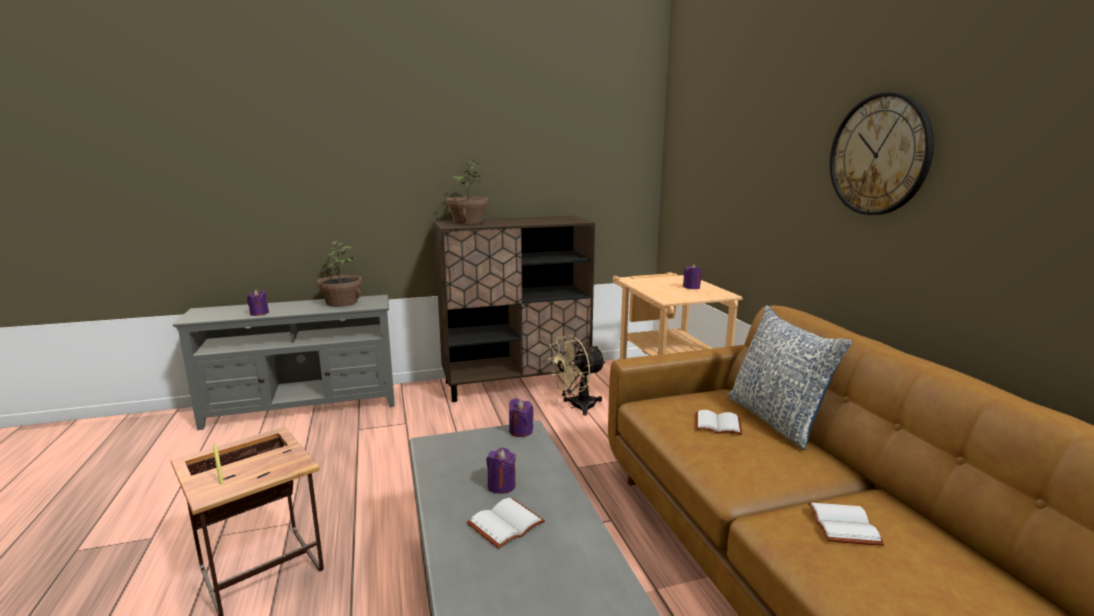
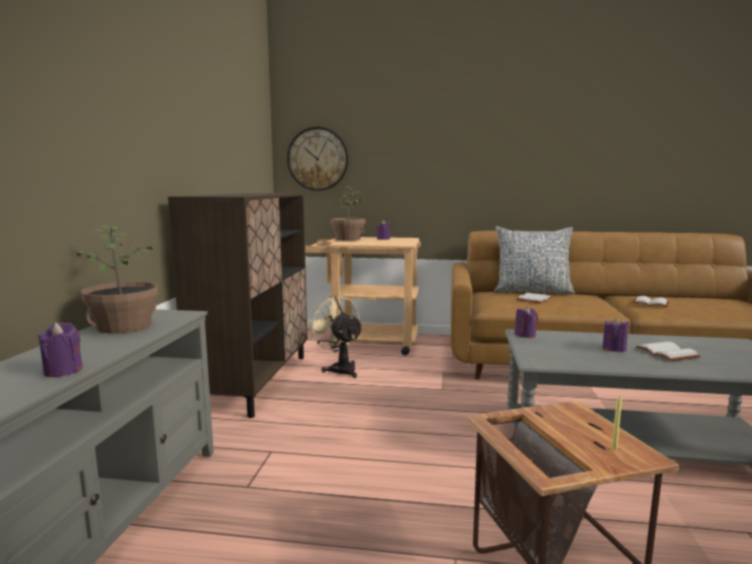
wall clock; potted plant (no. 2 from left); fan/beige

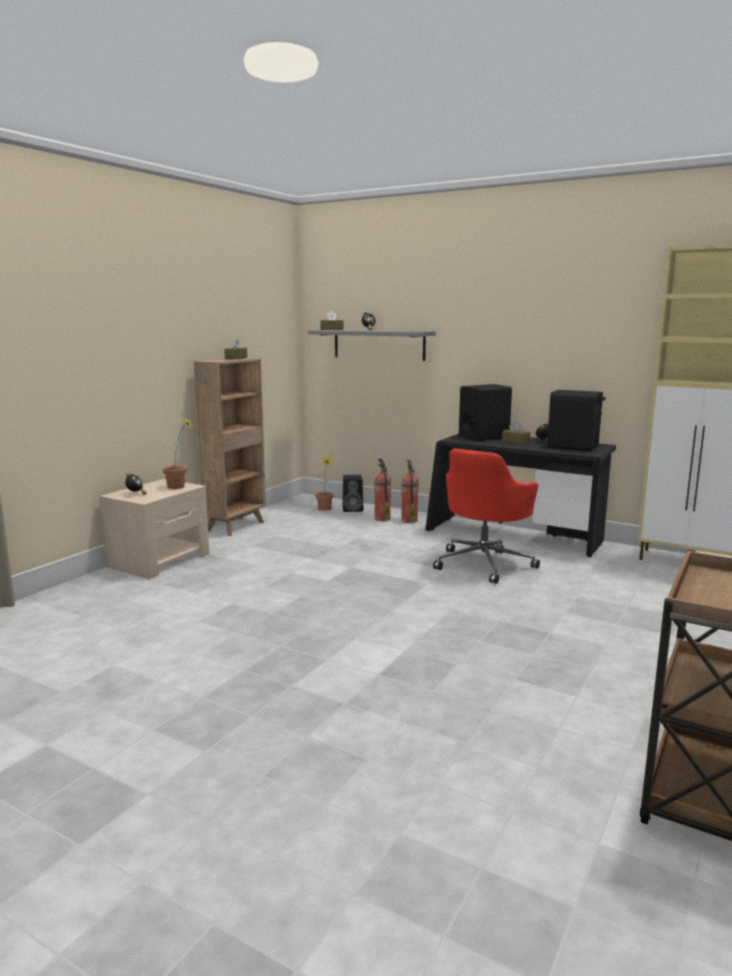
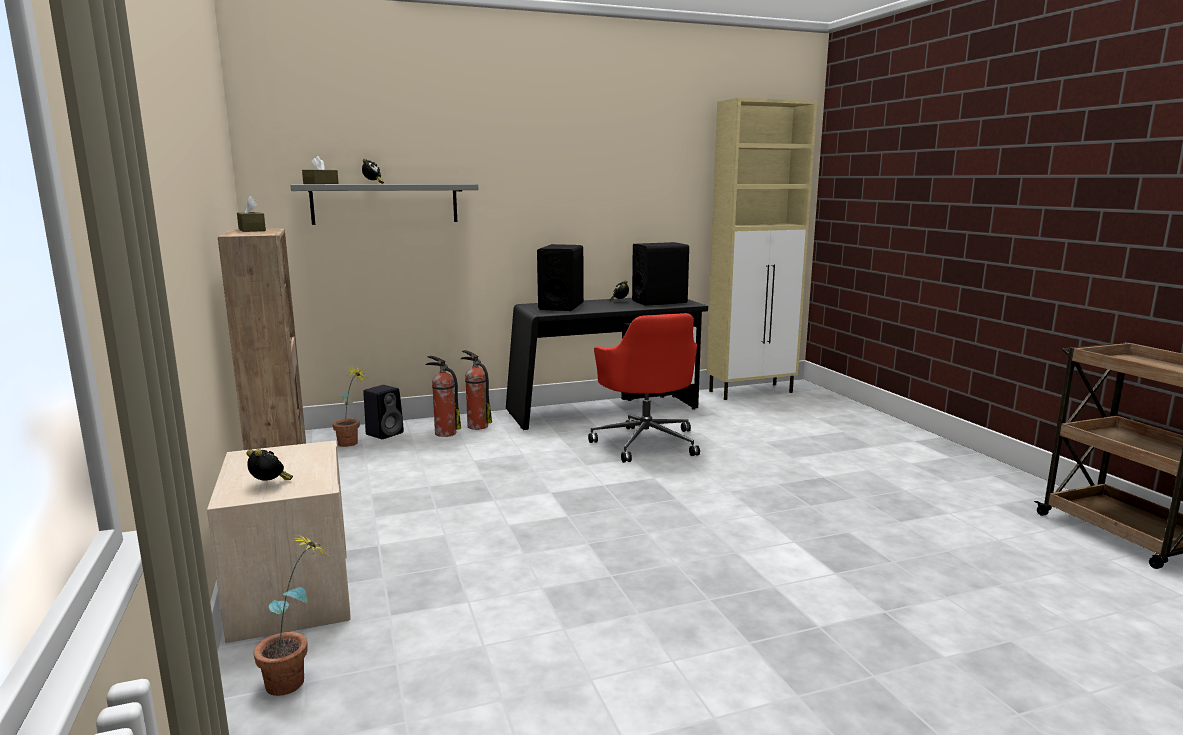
potted plant (no. 1 from left); tissue box/brown (no. 3 from left in the first image)

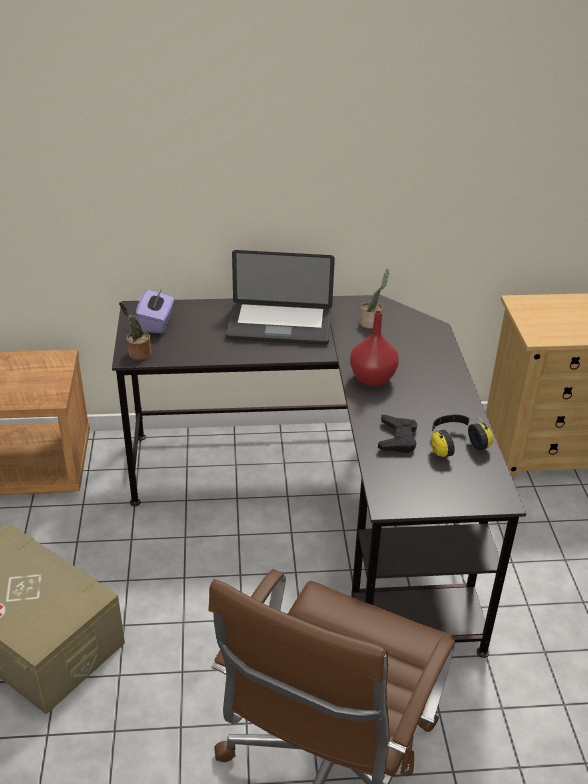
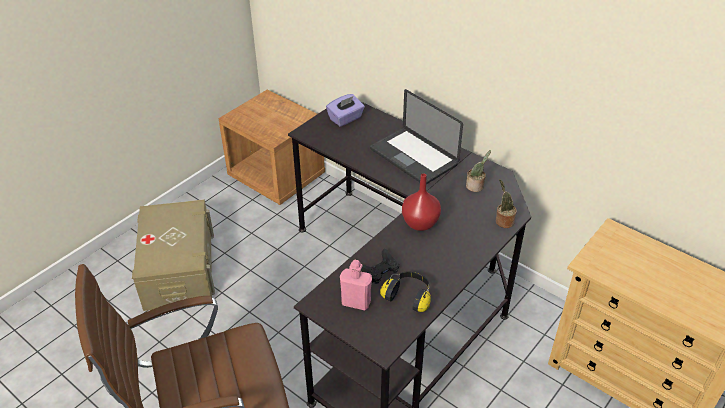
potted plant (no. 2 from left); bottle/pink

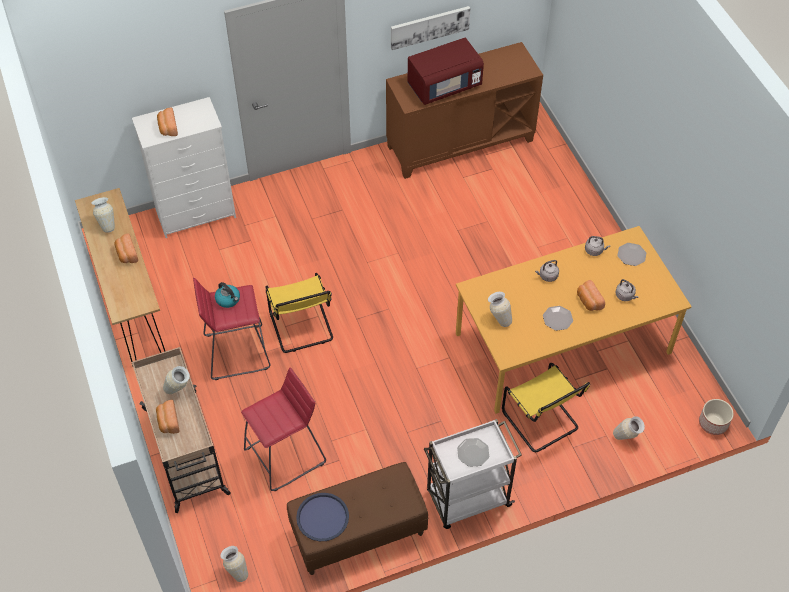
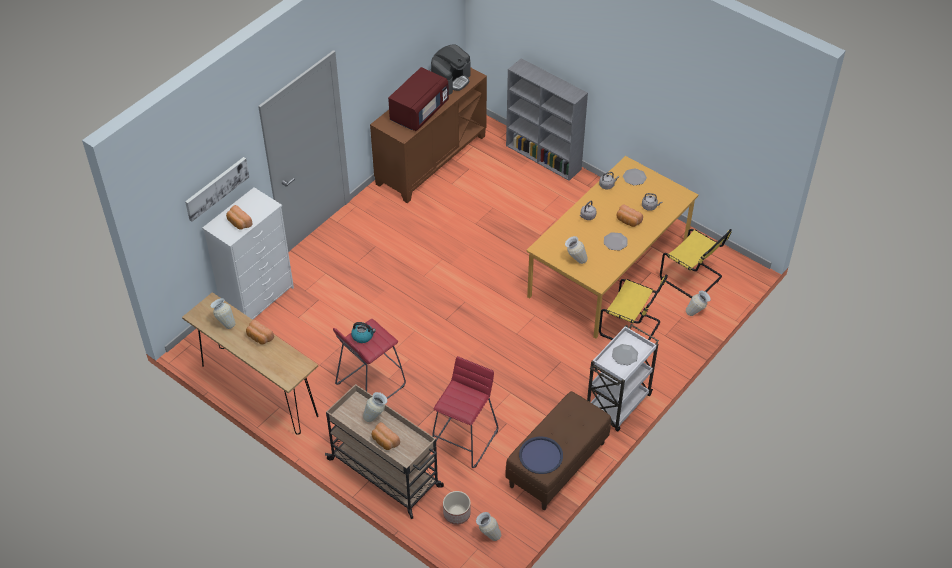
picture; chair/yellow (no. 2 from left); planter; coffee machine; bookcase/grey

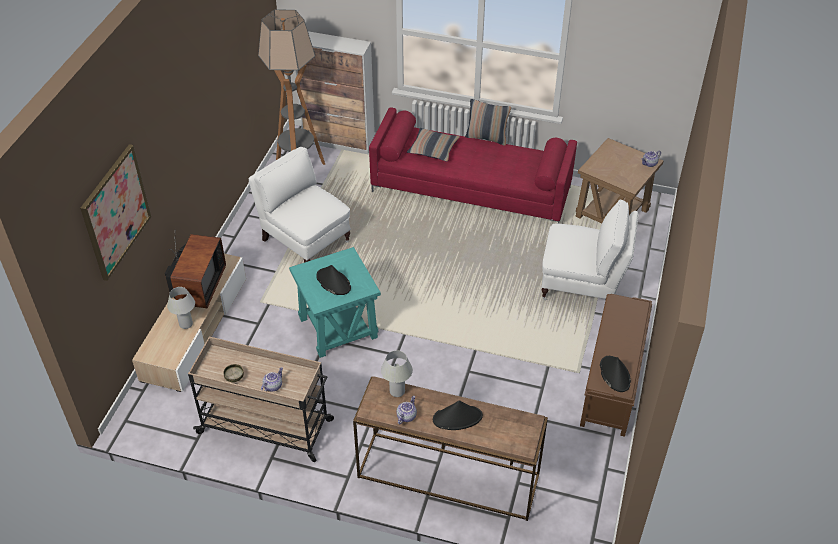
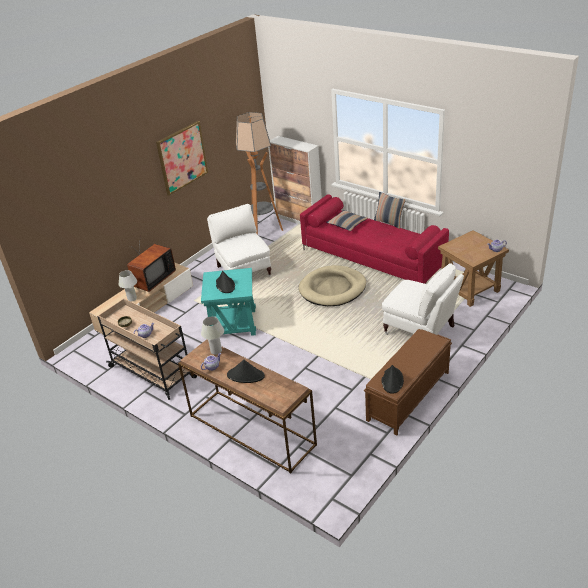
picture; dog bed/beige

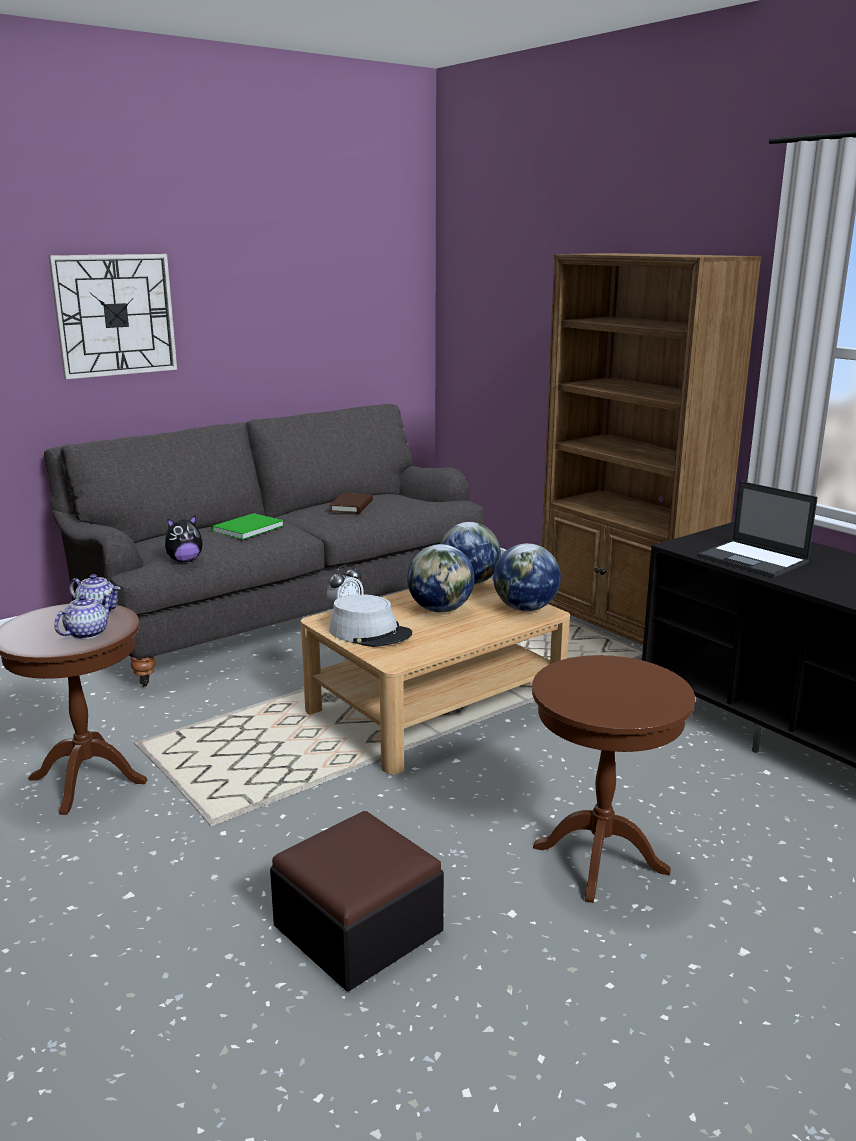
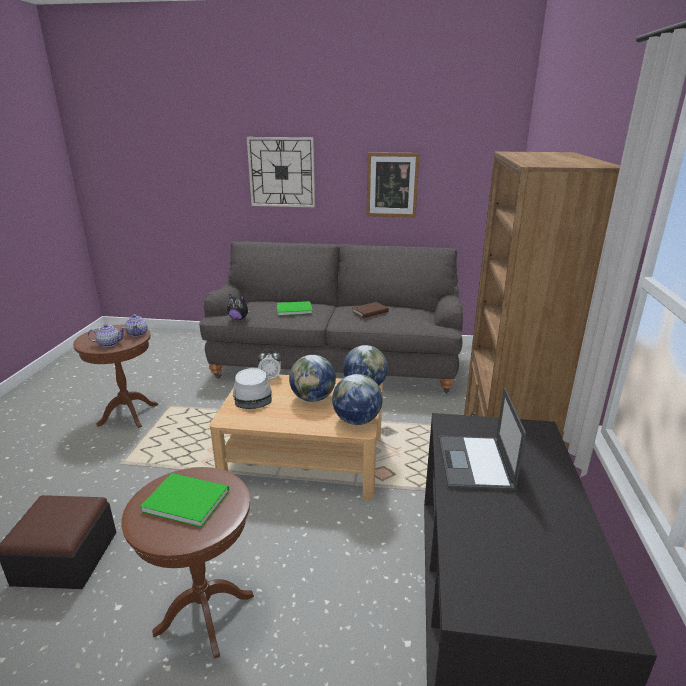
picture; book/green (no. 1 from left)

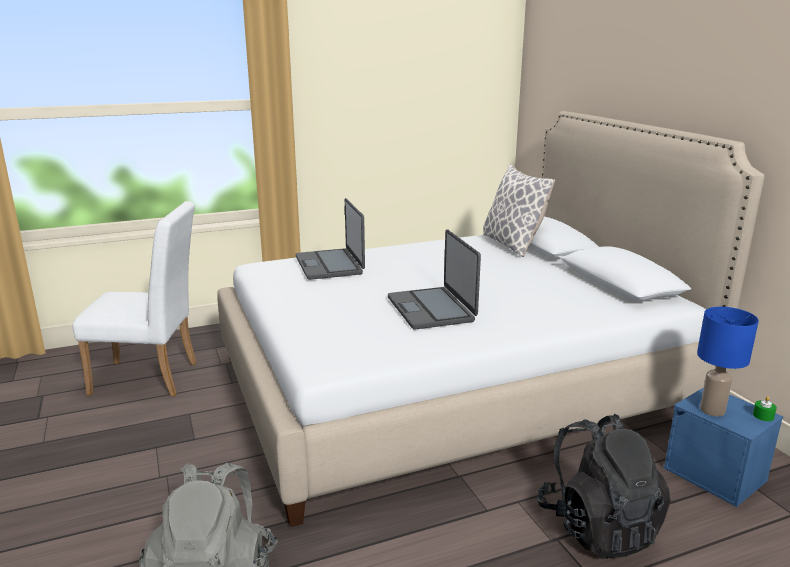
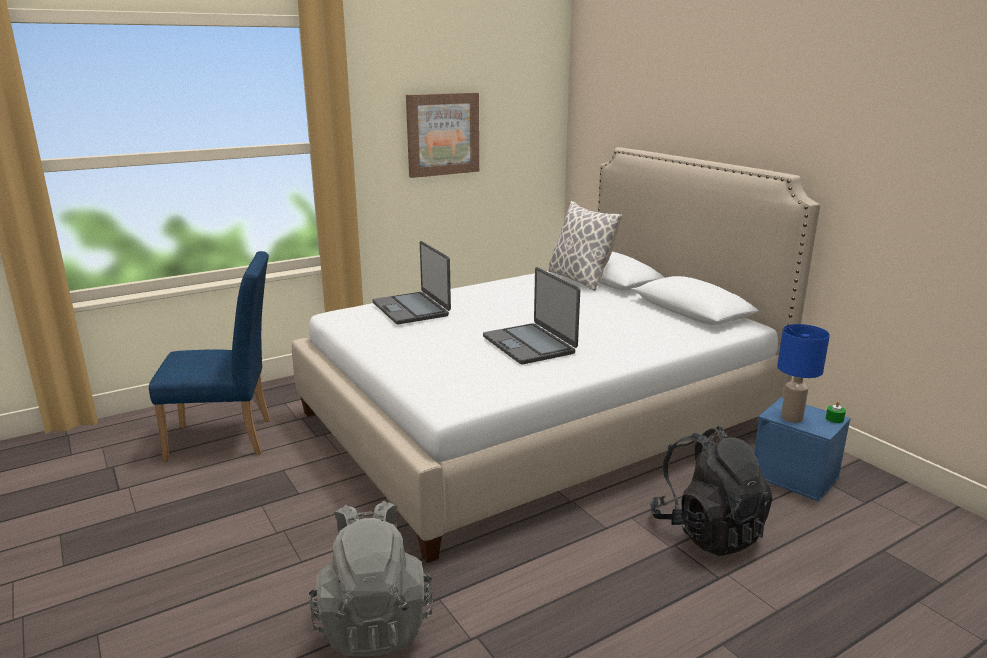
chair/blue; picture

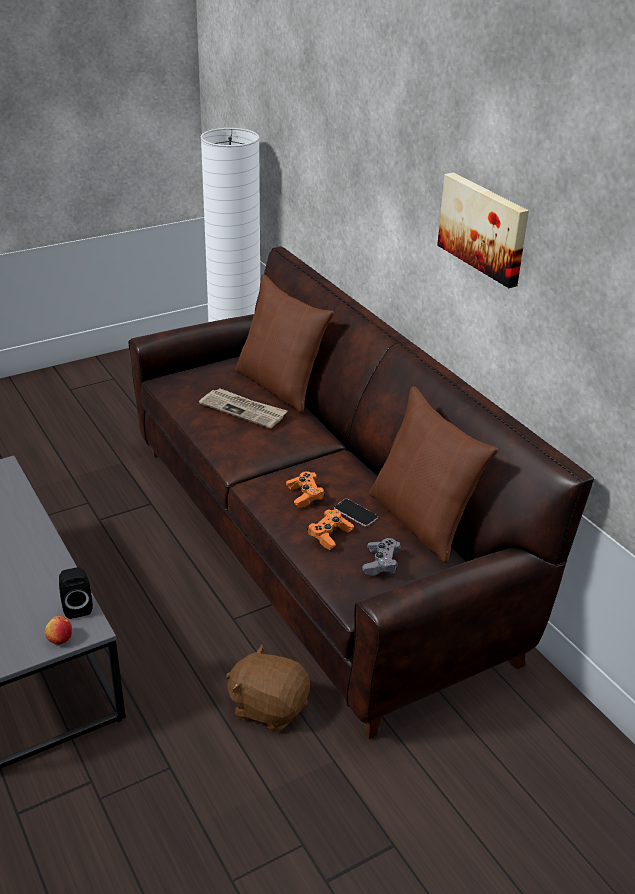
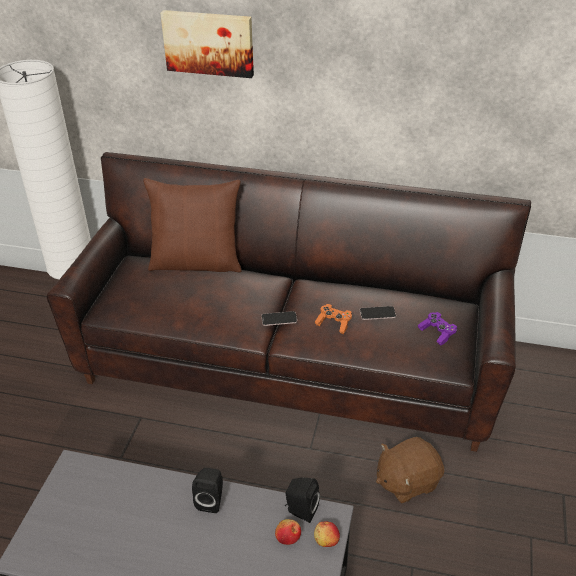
picture; pillow/brown (no. 2 from left in the first image); newspaper; game controller/orange (no. 2 from left in the first image); game controller/purple; phone (no. 1 from left); speaker/black (no. 1 from left); apple (no. 1 from left)

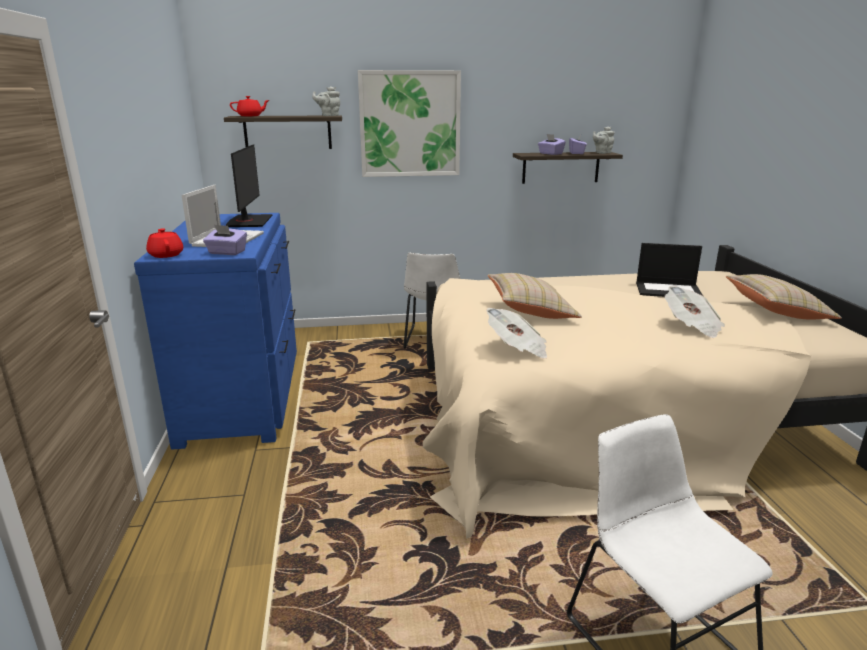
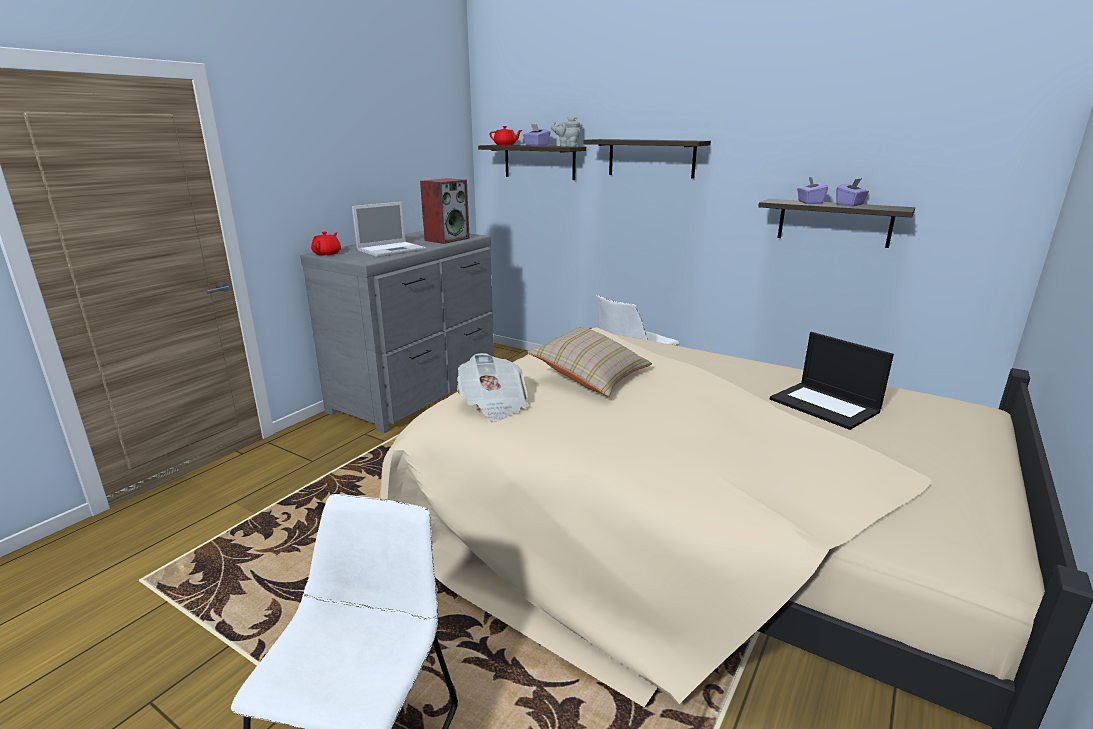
shelf (no. 2 from left); teapot/grey (no. 2 from left in the first image); speaker; dresser/grey; tissue box/purple (no. 1 from left); pillow/beige (no. 2 from left in the first image); newspaper (no. 2 from left in the first image)

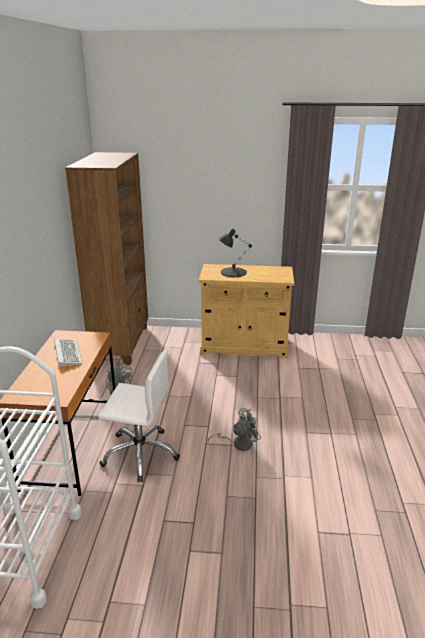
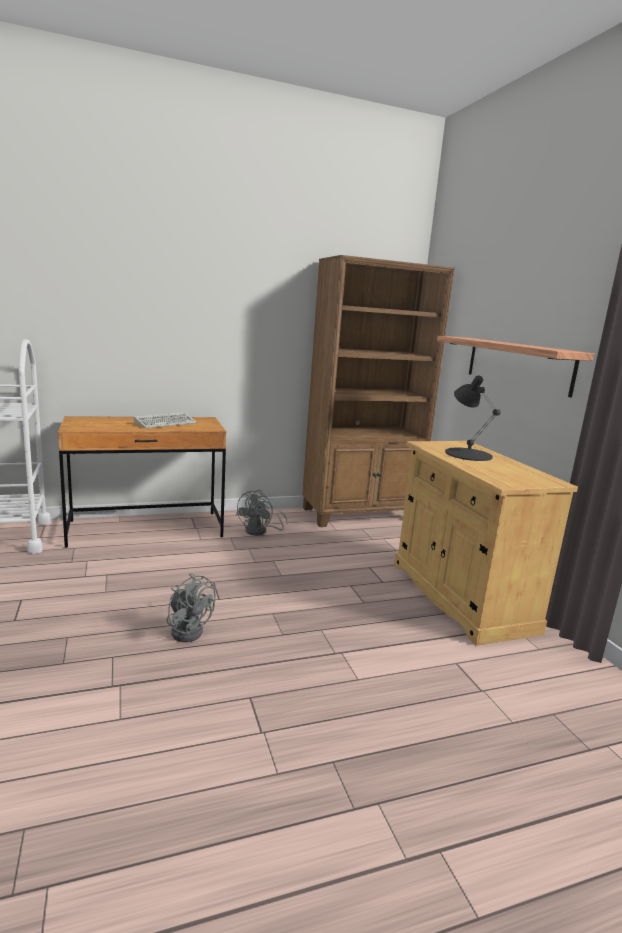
office chair/white; shelf

